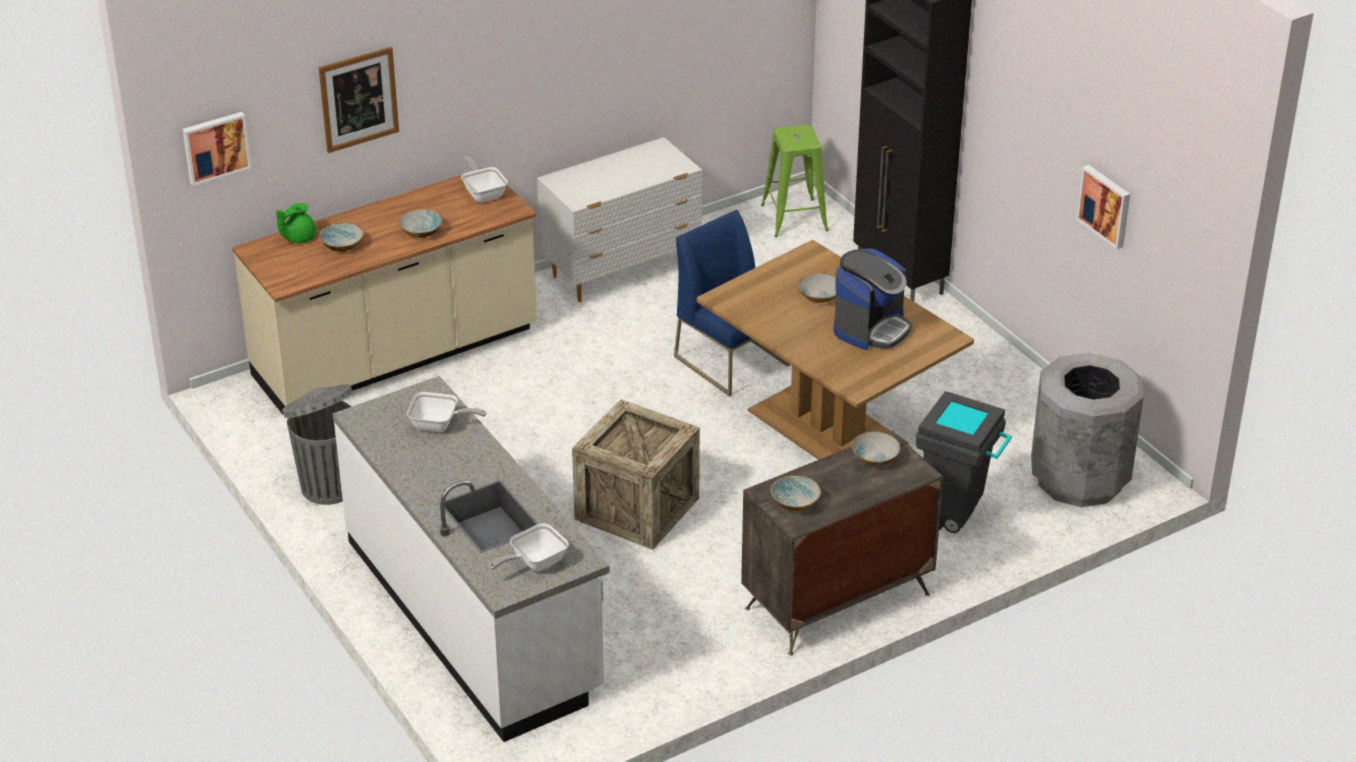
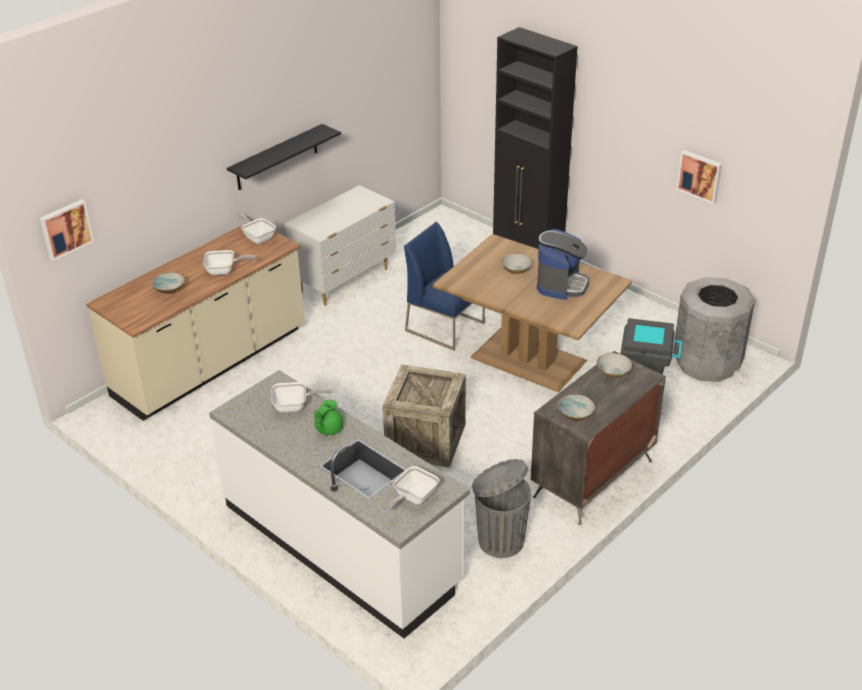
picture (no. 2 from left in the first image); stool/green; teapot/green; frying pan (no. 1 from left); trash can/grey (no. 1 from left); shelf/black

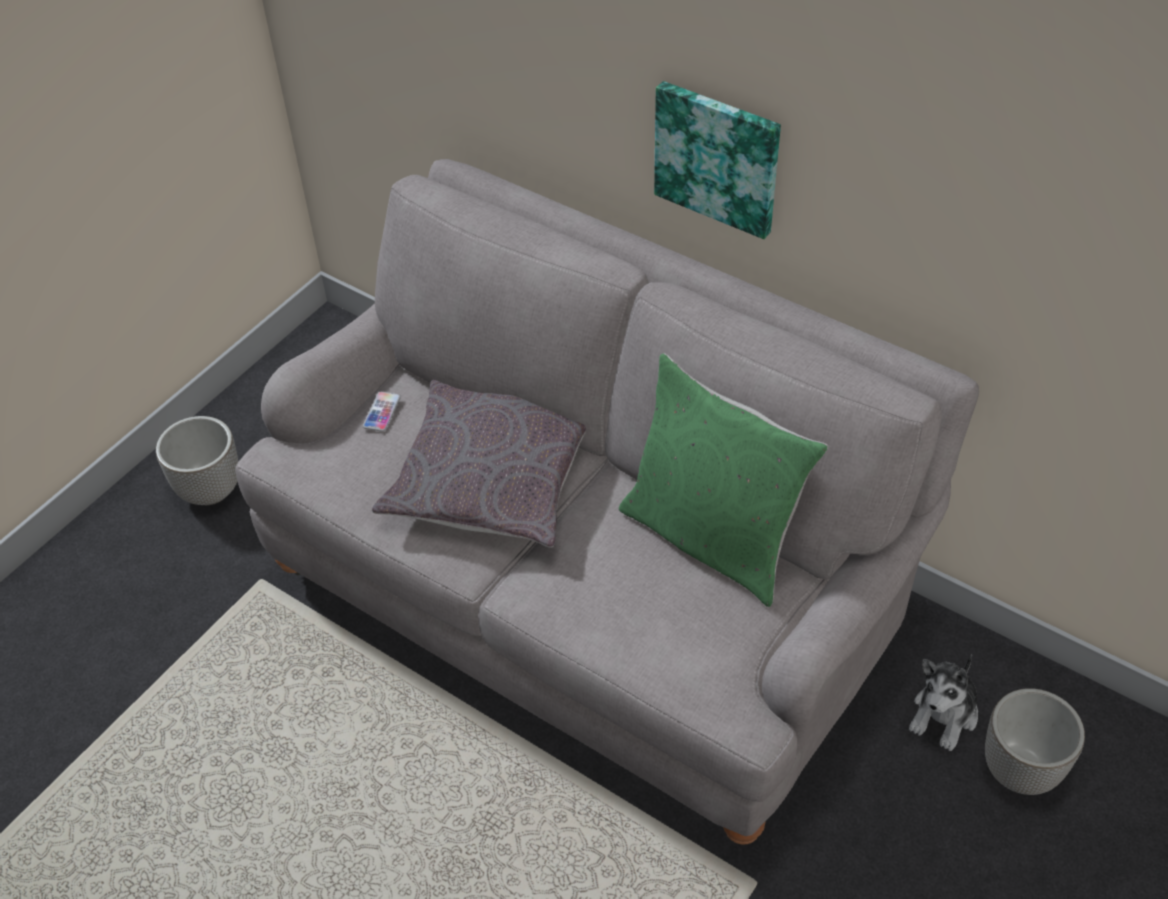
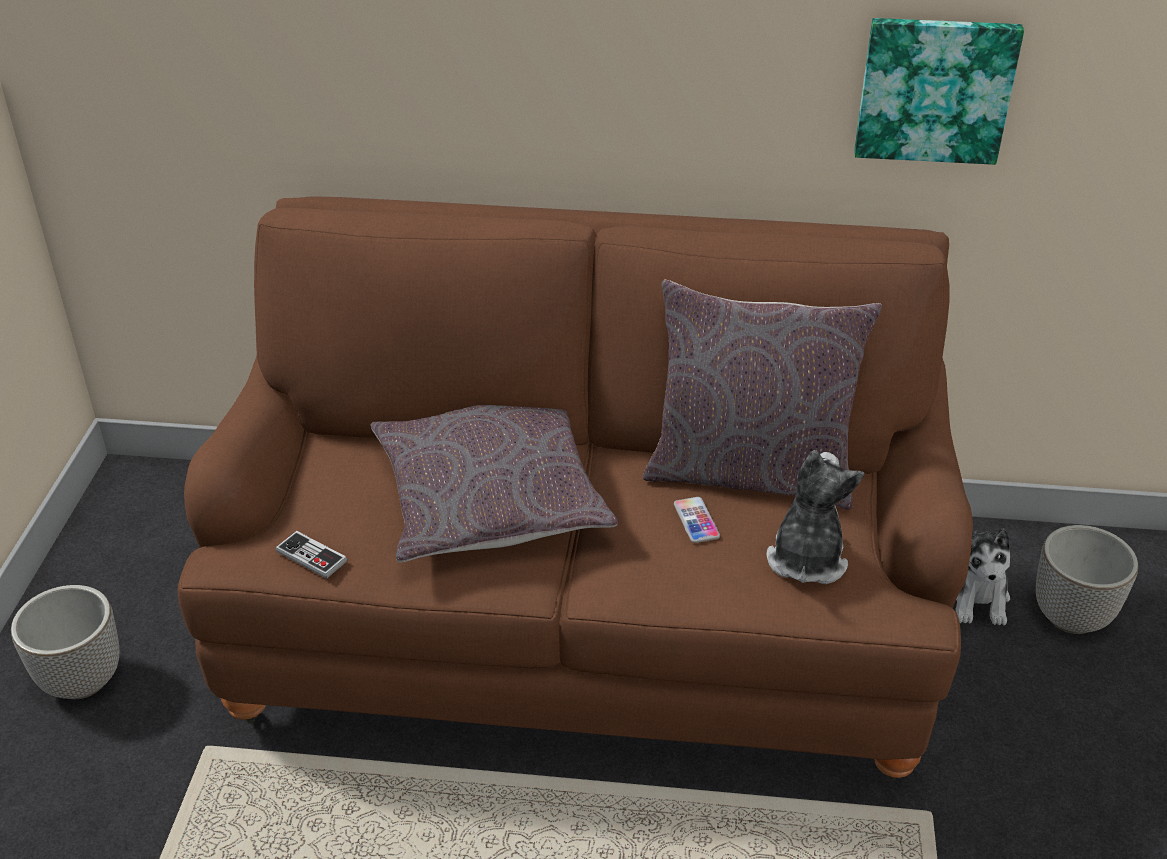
picture; sofa/brown; pillow/grey (no. 2 from left); phone; plush toy (no. 1 from left); game controller

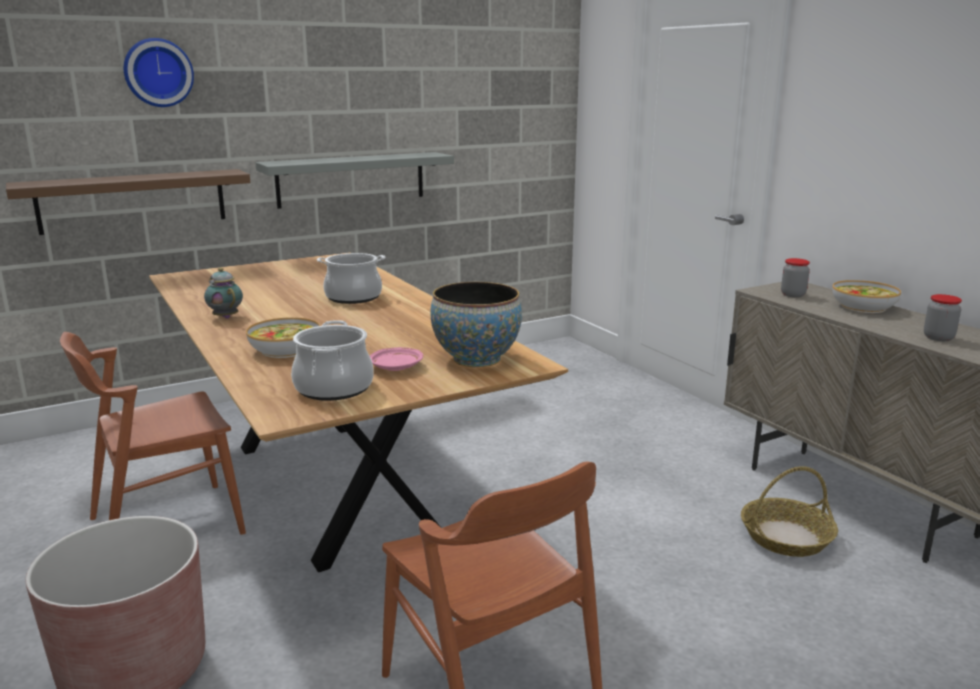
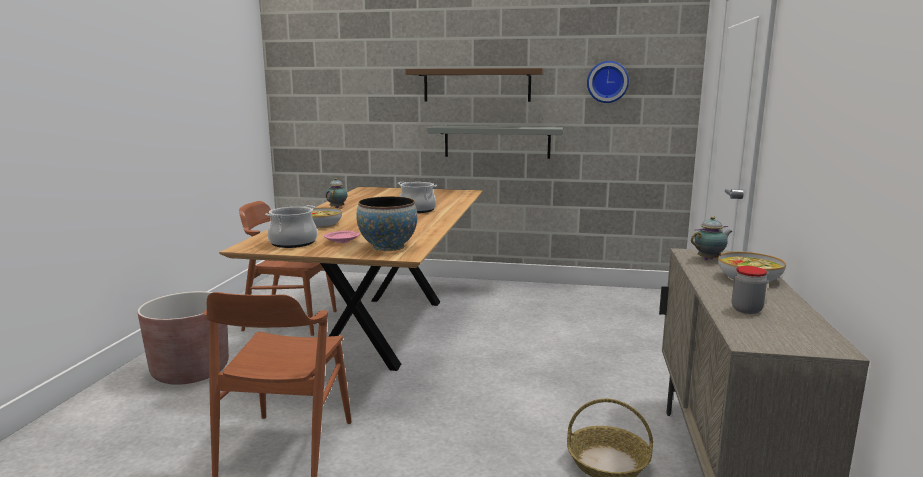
wall clock; shelf/brown; teapot (no. 2 from left)

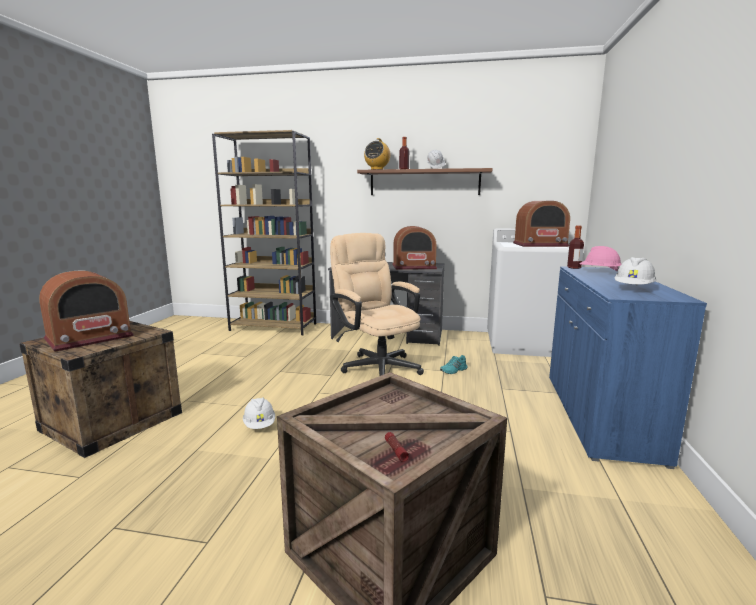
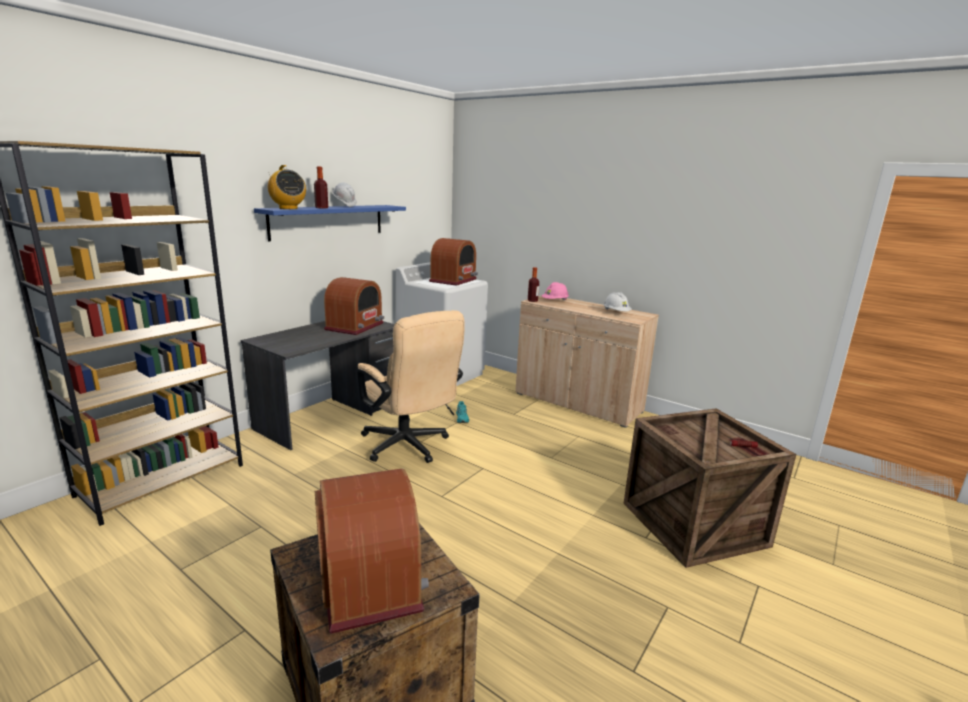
shelf/blue; office chair/beige; cabinet/beige; hard hat/white (no. 1 from left in the first image)

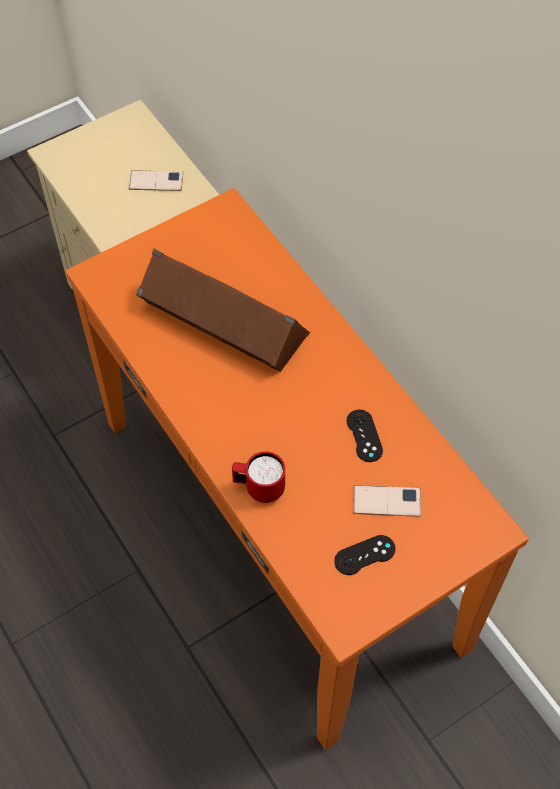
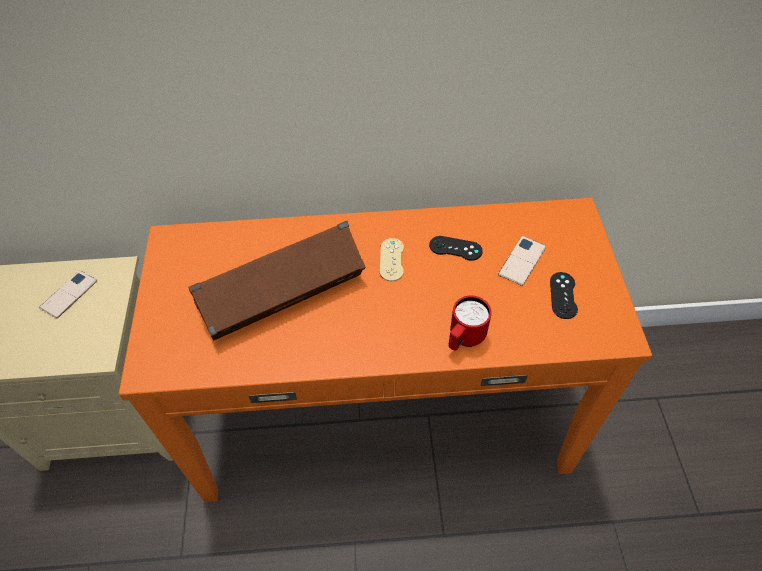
game controller/beige

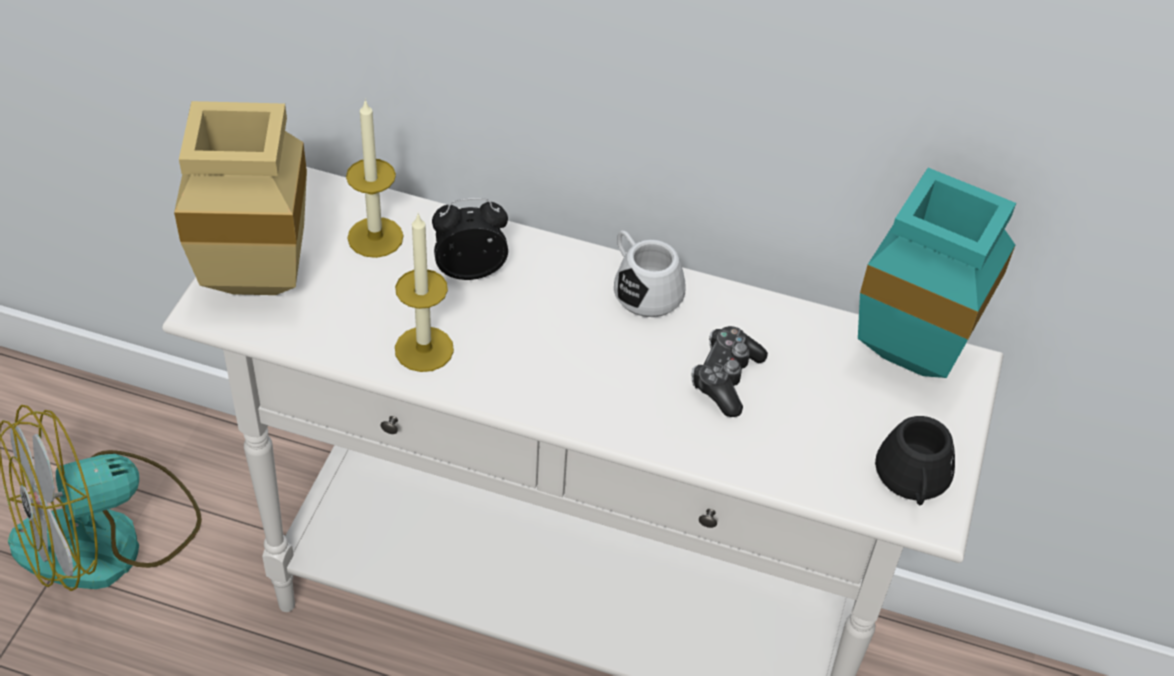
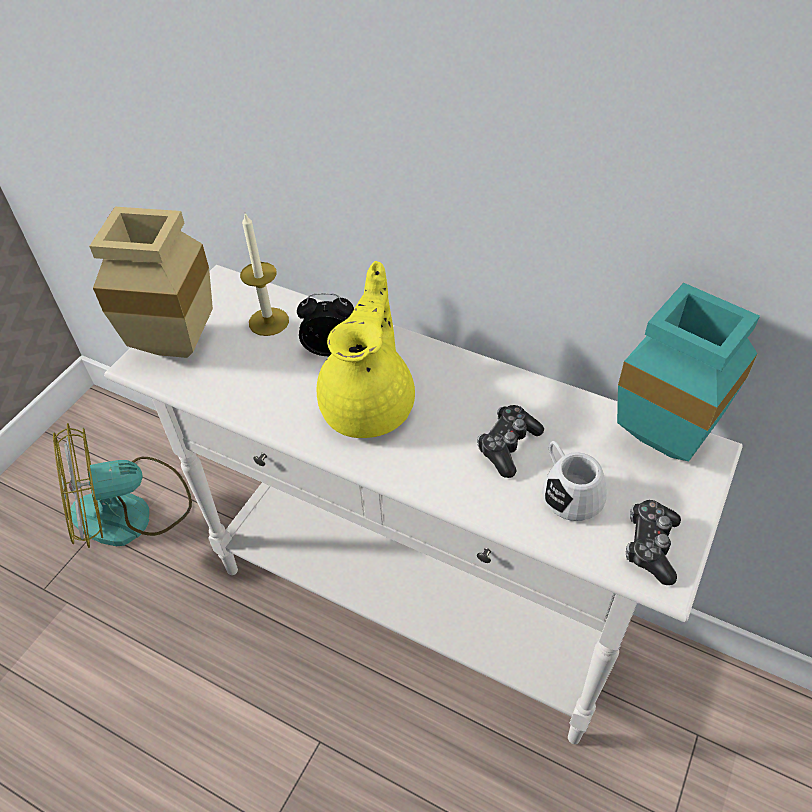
candle (no. 2 from left in the first image); mug/white; game controller (no. 2 from left); teapot/yellow

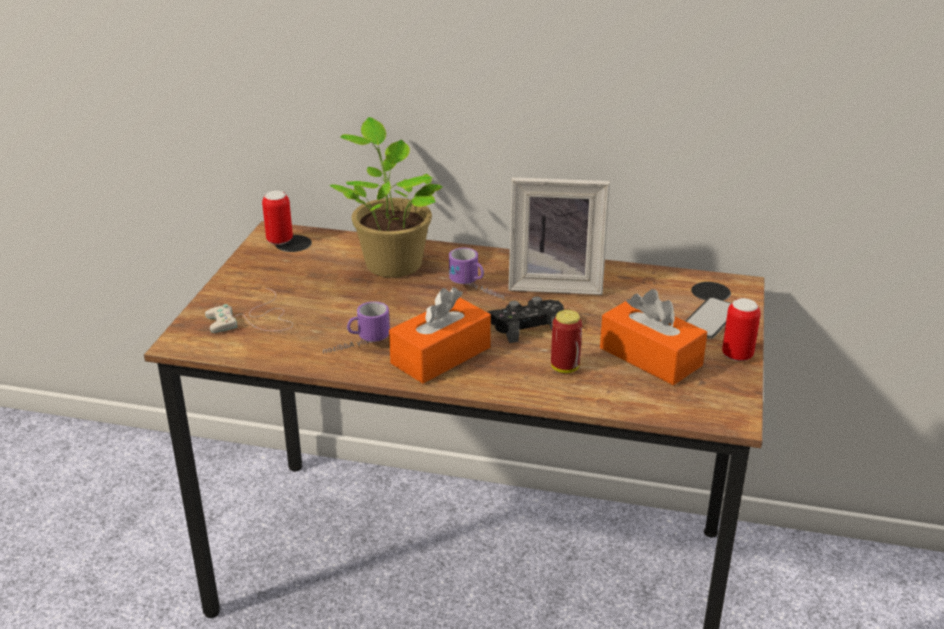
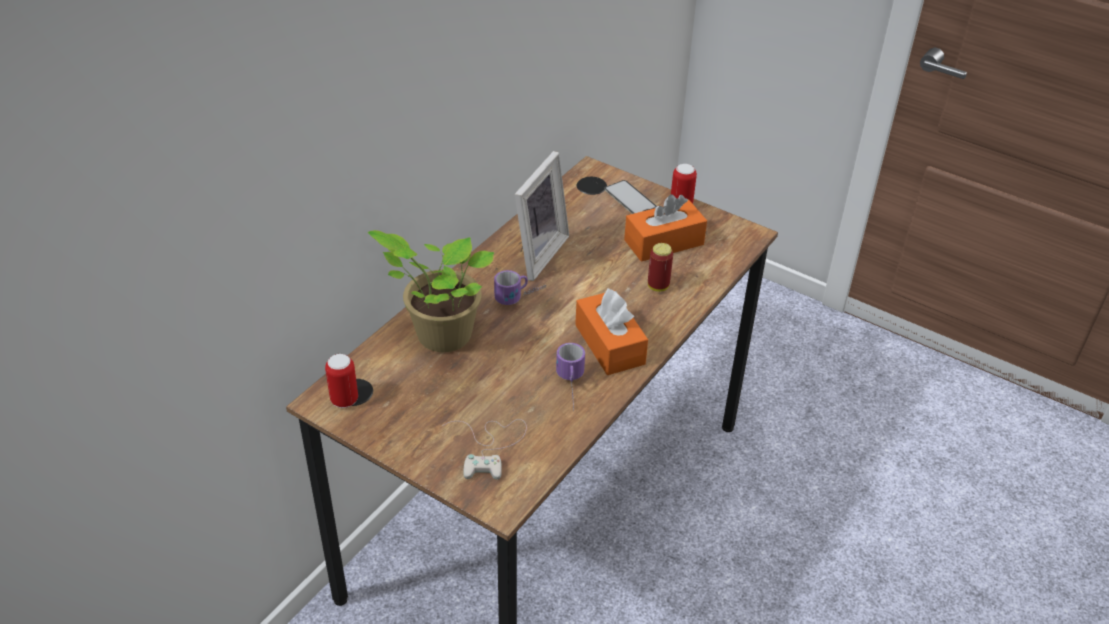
game controller/black

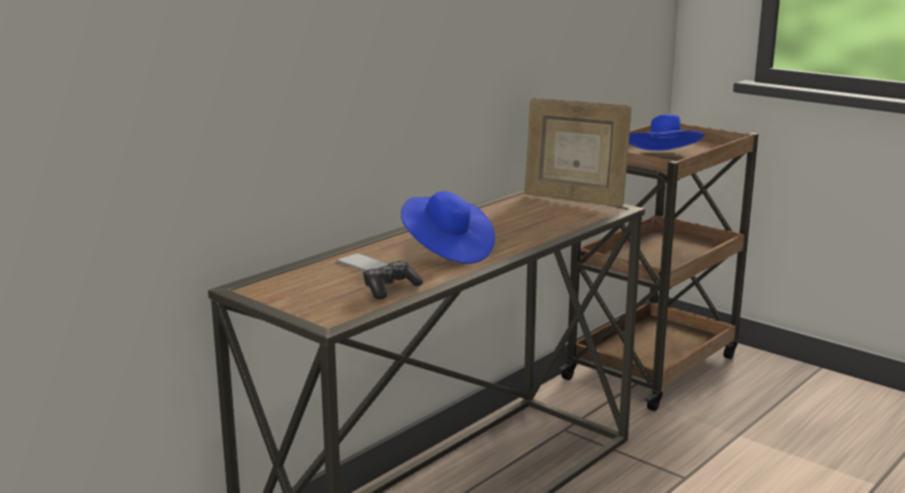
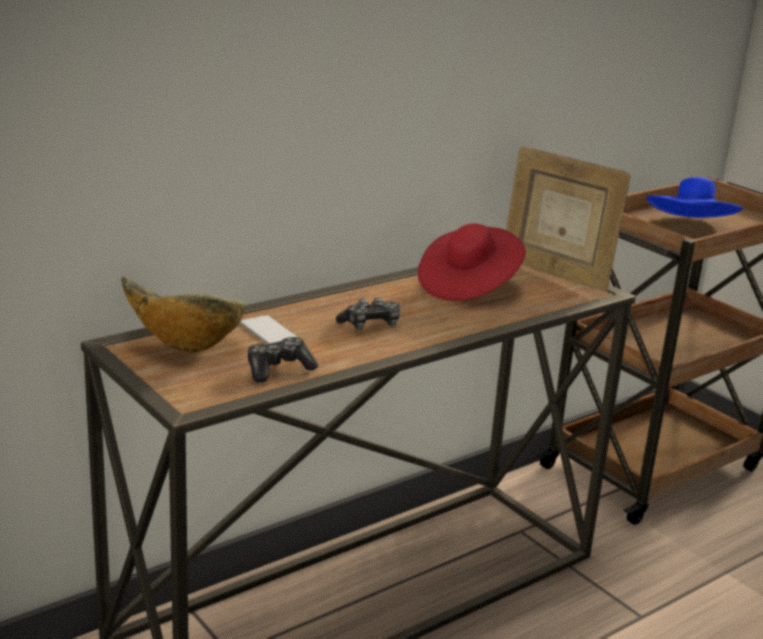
game controller (no. 2 from left); hat/red; bowl

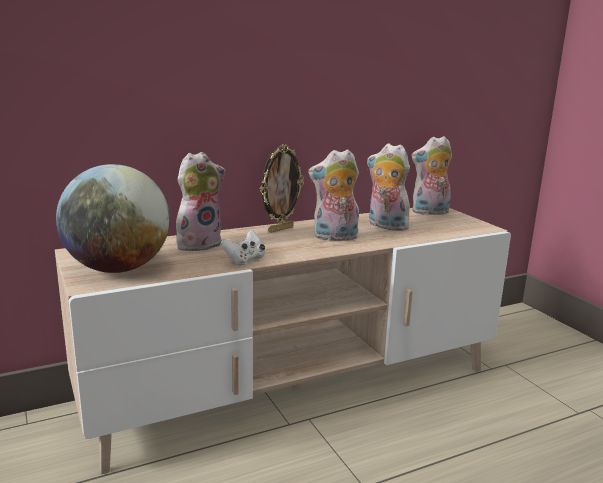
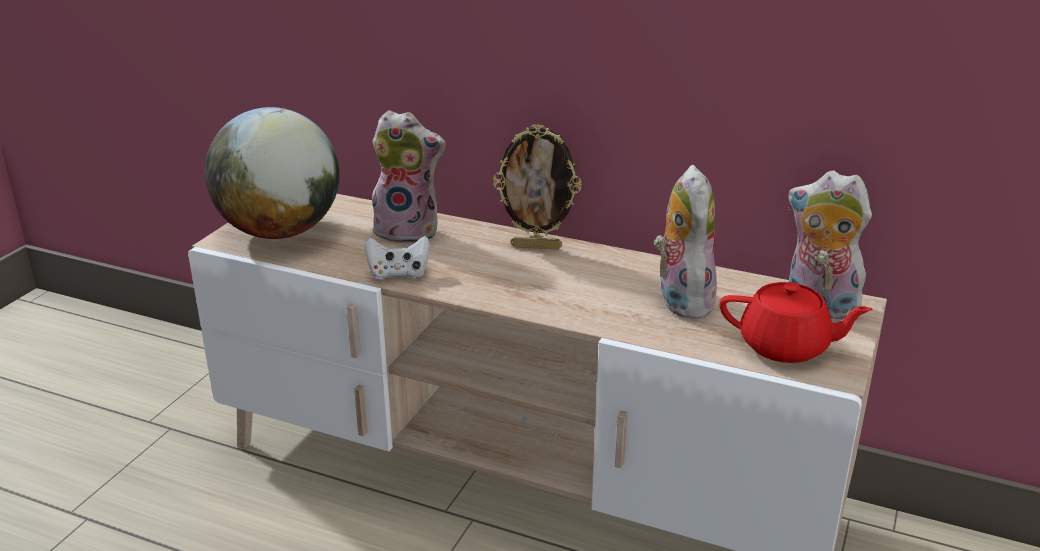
plush toy (no. 2 from left in the first image); teapot/red

